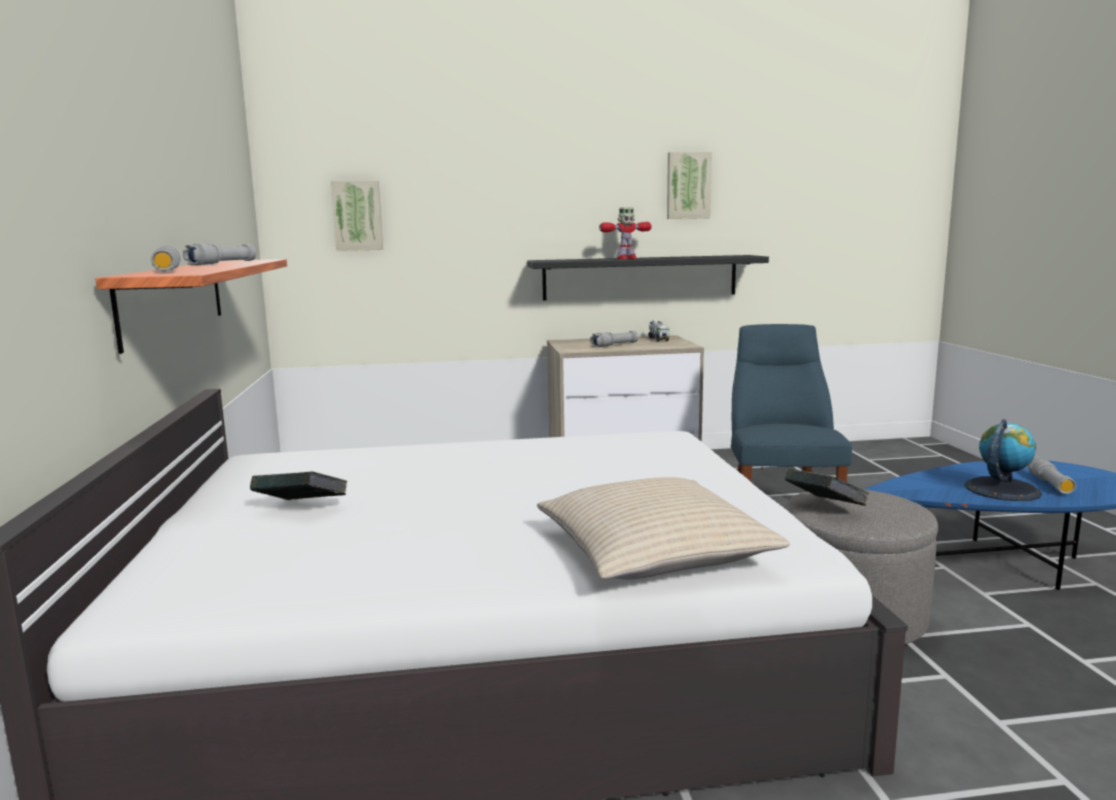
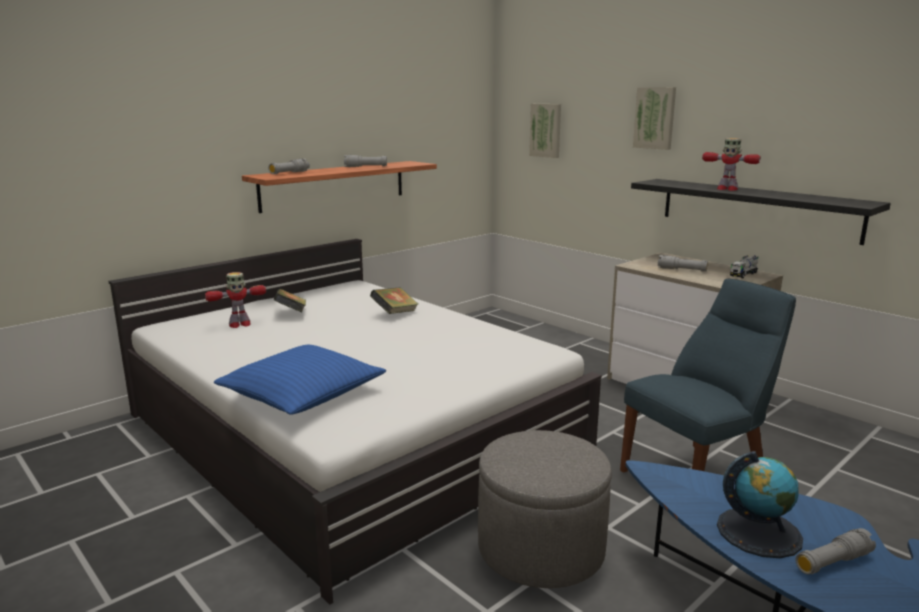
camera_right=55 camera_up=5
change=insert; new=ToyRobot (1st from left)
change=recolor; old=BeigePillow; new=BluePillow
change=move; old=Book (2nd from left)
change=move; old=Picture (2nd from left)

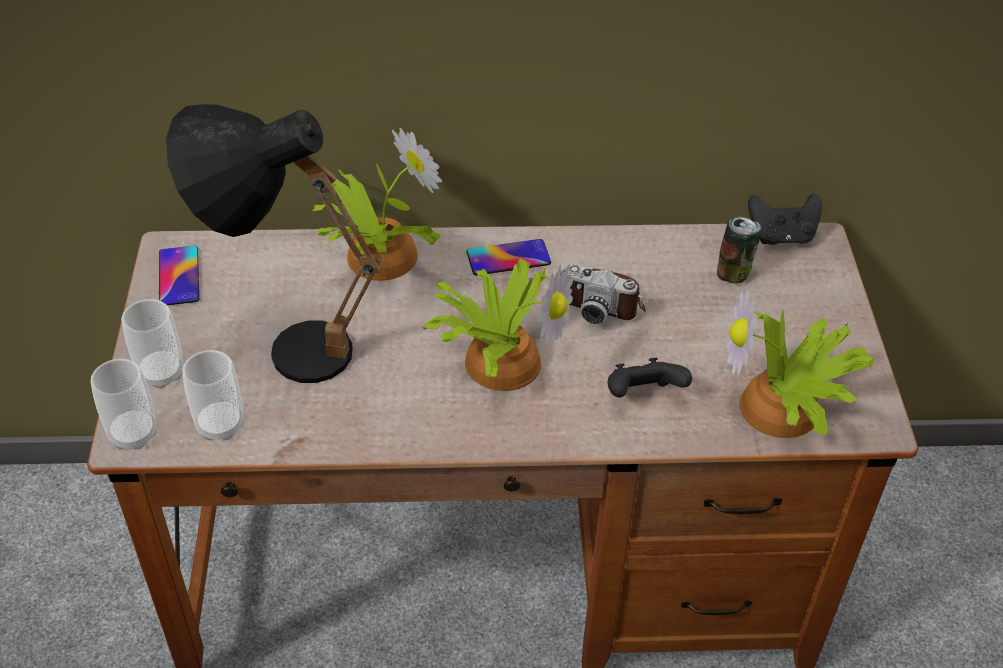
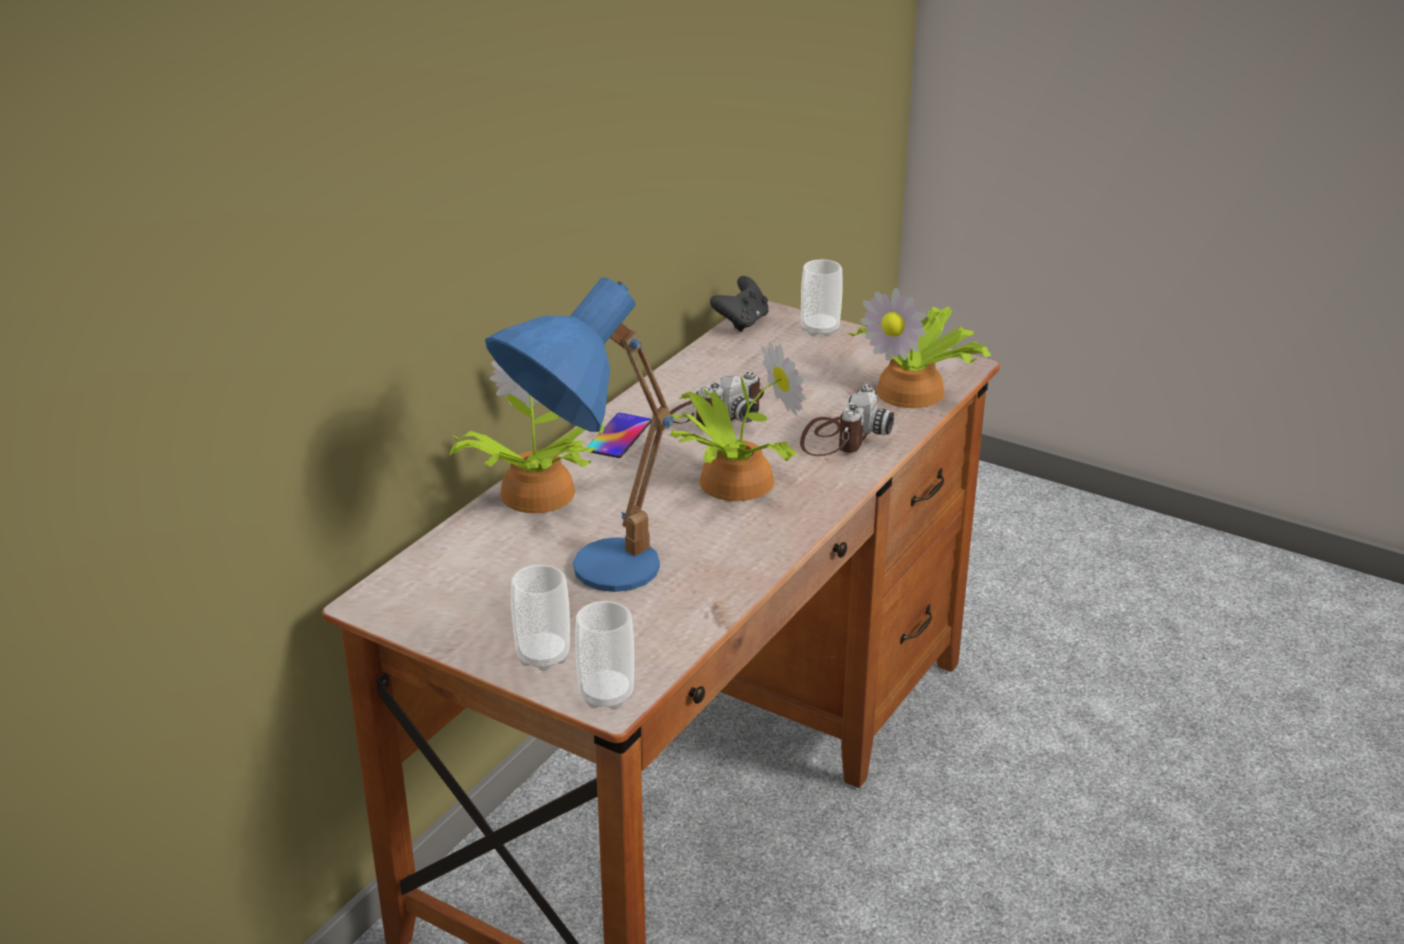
camera_right=-55 camera_up=-15
change=recolor; old=BlackTableLamp; new=BlueTableLamp
change=replace; old=BlackGameController (1st from left); new=PhotoCamera (2nd from left)
change=move; old=Cup (3rd from left)
change=delete; old=Phone (1st from left)
change=delete; old=Can

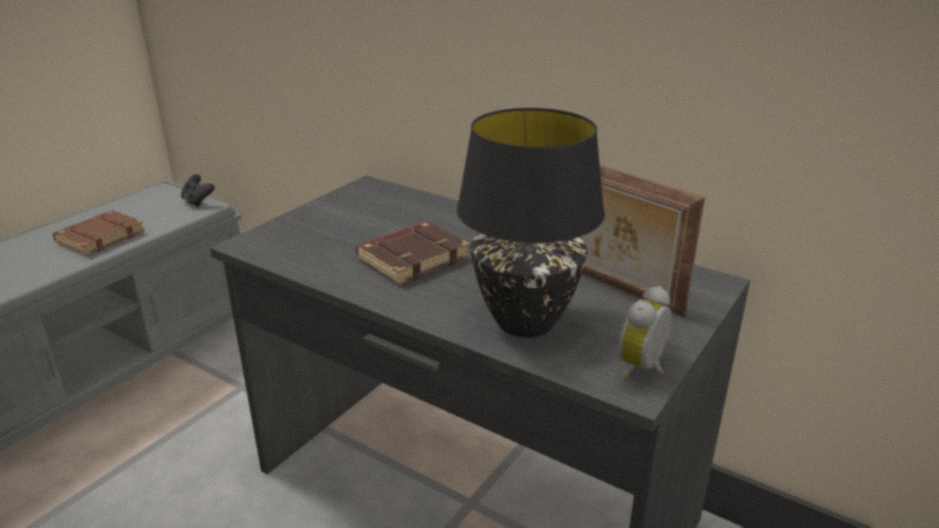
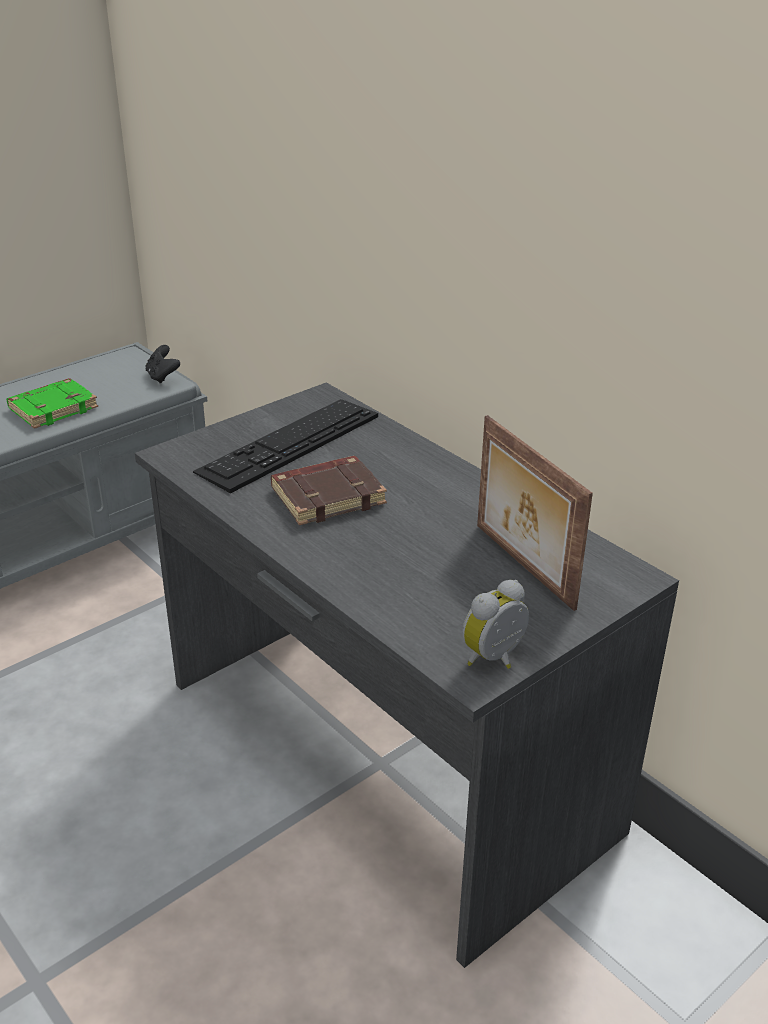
camera_right=15 camera_up=5
change=recolor; old=BrownBook (1st from left); new=GreenBook
change=insert; new=Keyboard
change=delete; old=BlackTableLamp

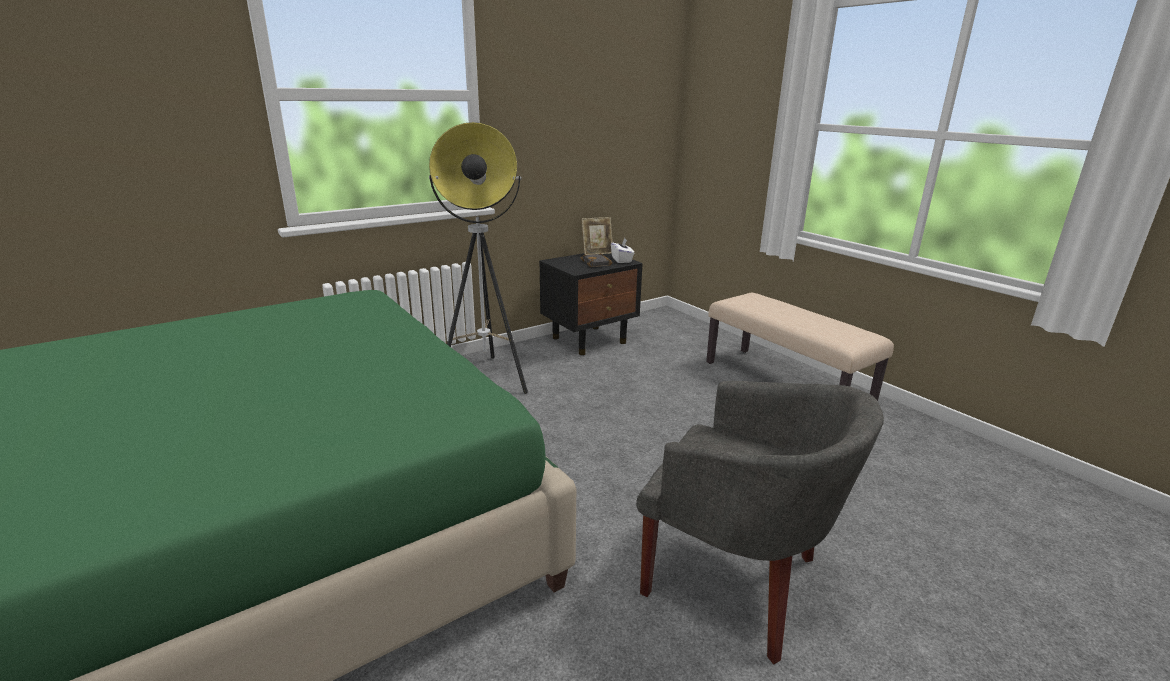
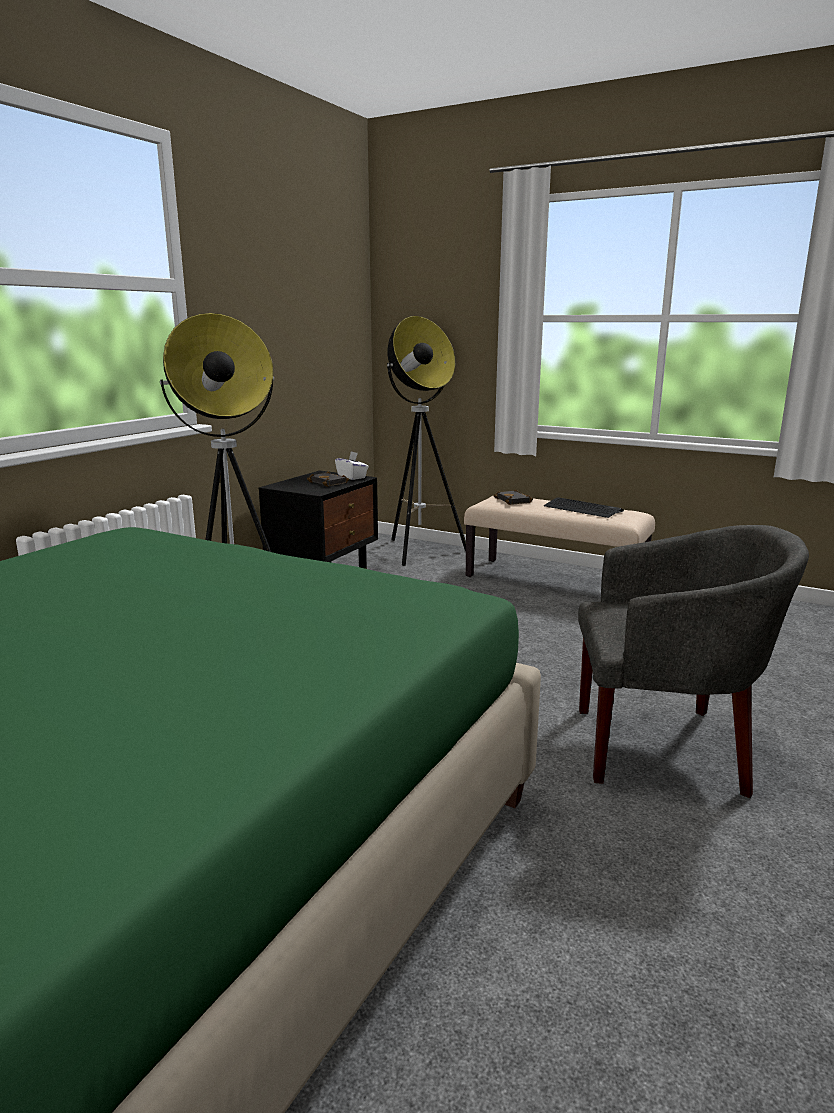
camera_right=-25 camera_up=-5
change=insert; new=FloorLamp (2nd from left)
change=insert; new=BlackBook (2nd from left)
change=insert; new=Keyboard
change=delete; old=PictureFrame

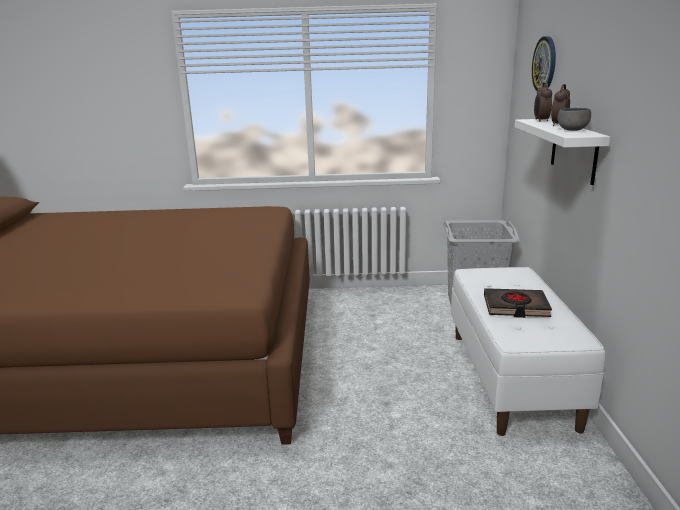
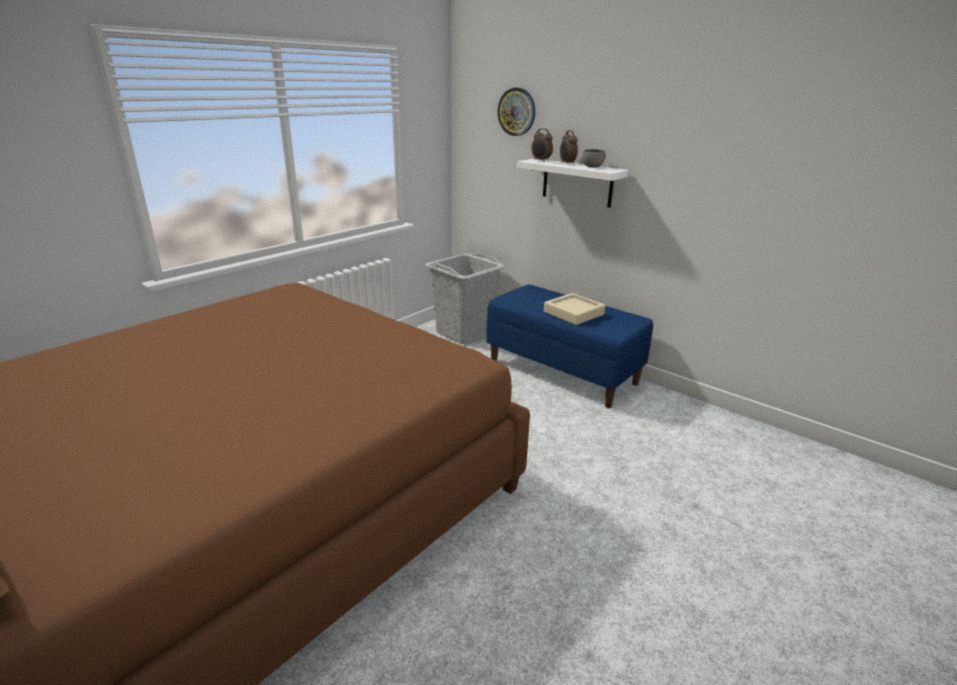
camera_right=-50 camera_up=5
change=recolor; old=WhiteBench; new=BlueBench
change=replace; old=BlackBook; new=BeigeTray

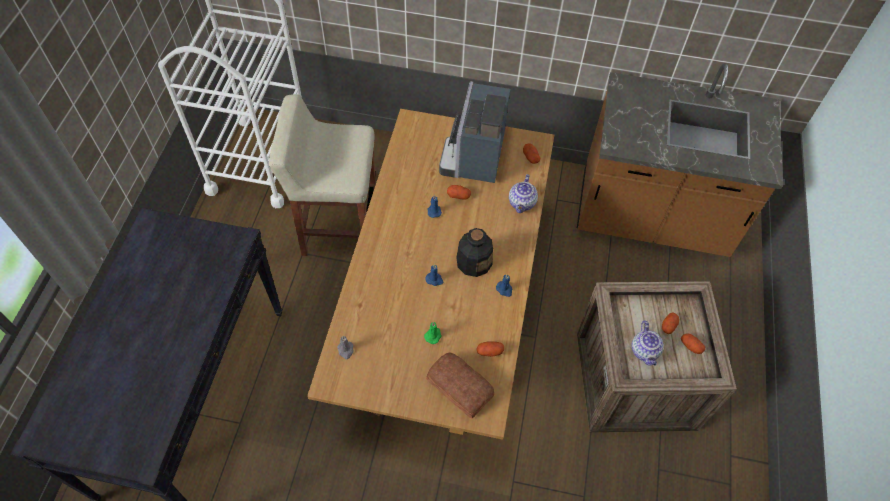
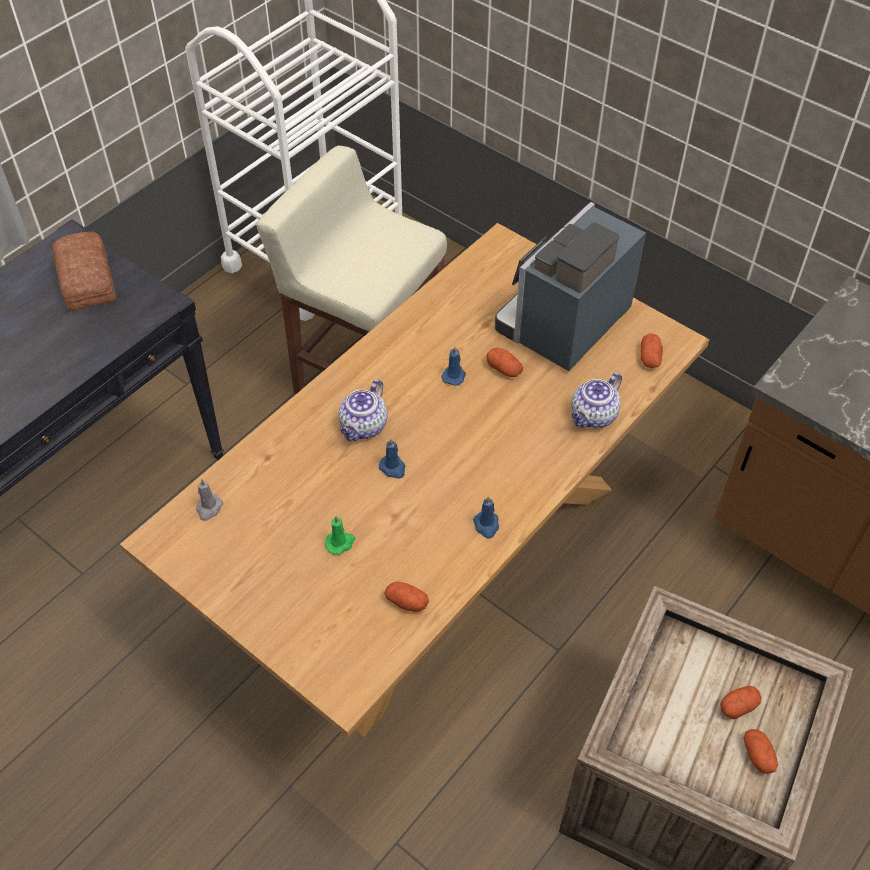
camera_right=30 camera_up=-5
change=move; old=Bread
change=move; old=Teapot (2nd from left in the first image); new=Teapot (1st from left)
change=delete; old=Bottle

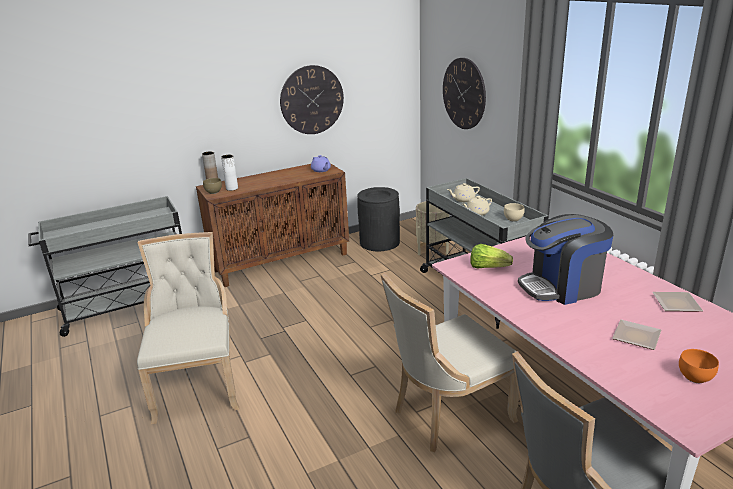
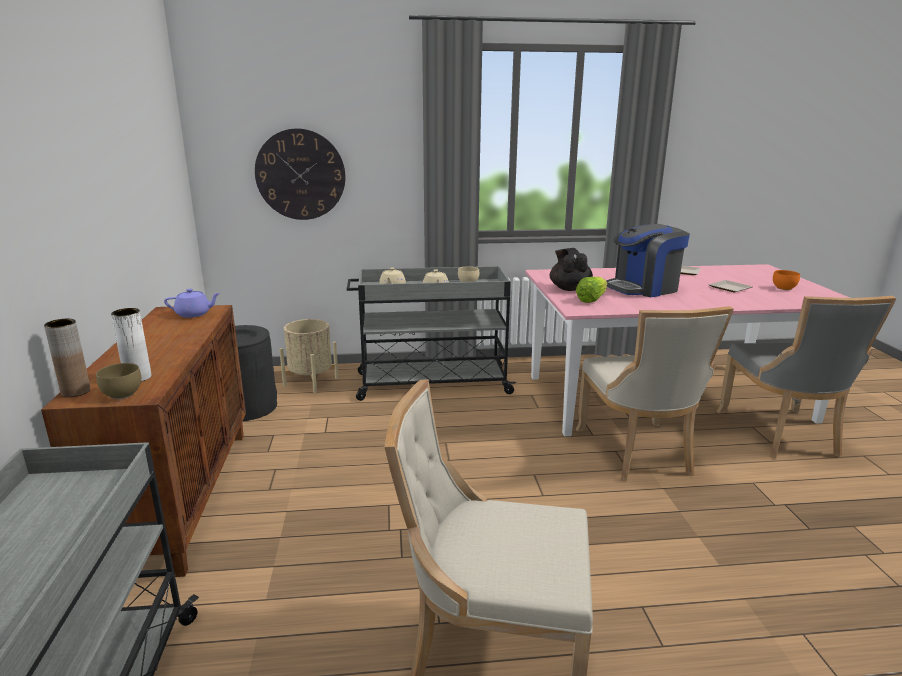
camera_right=-70 camera_up=-5
change=insert; new=BlackTeapot
change=rotate; old=CoffeeMachine; degrees=60
change=delete; old=WallClock (1st from left)

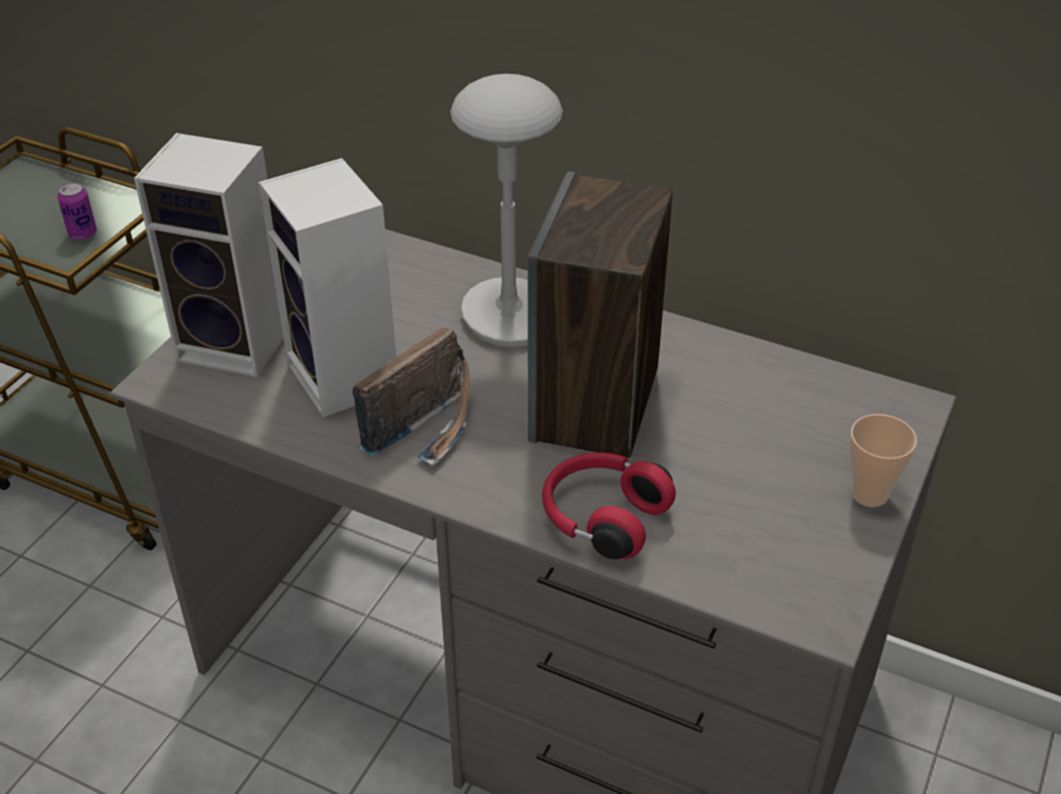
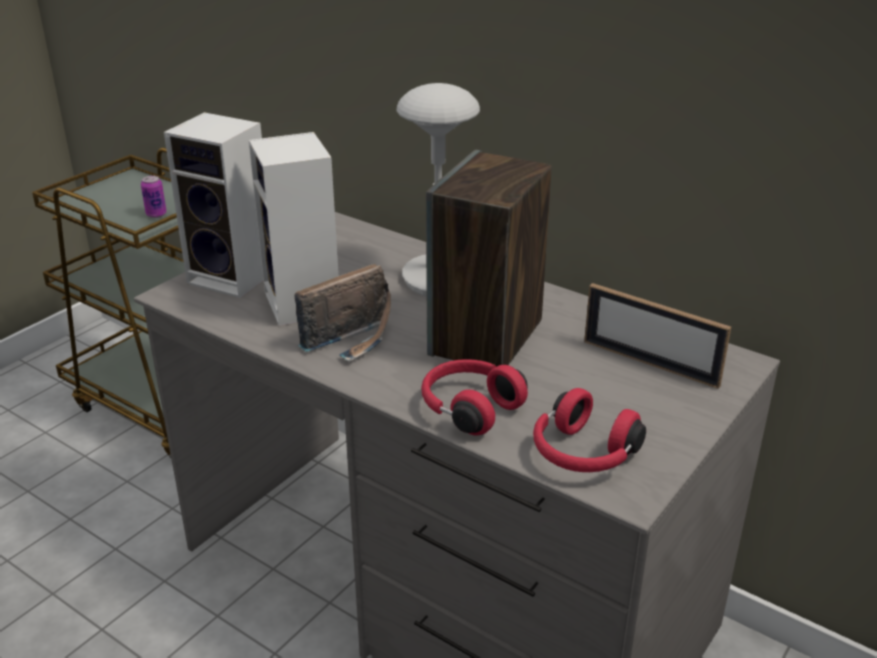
camera_right=10 camera_up=-10
change=insert; new=RedHeadphones (2nd from left)
change=insert; new=PictureFrame
change=delete; old=Cup

